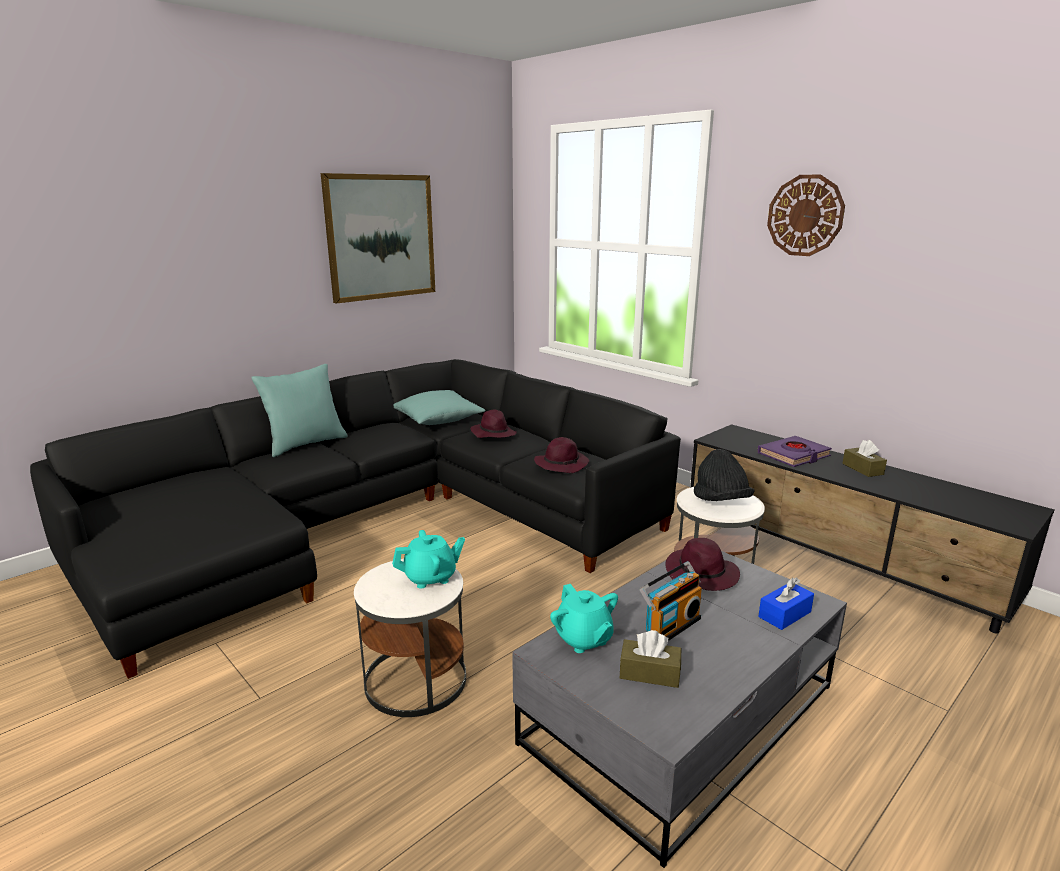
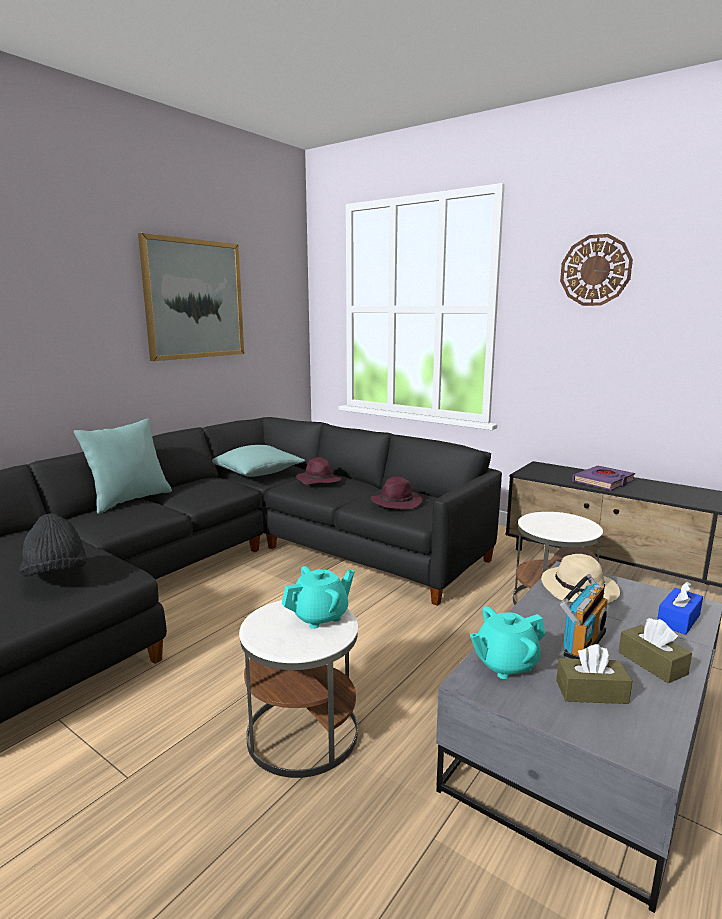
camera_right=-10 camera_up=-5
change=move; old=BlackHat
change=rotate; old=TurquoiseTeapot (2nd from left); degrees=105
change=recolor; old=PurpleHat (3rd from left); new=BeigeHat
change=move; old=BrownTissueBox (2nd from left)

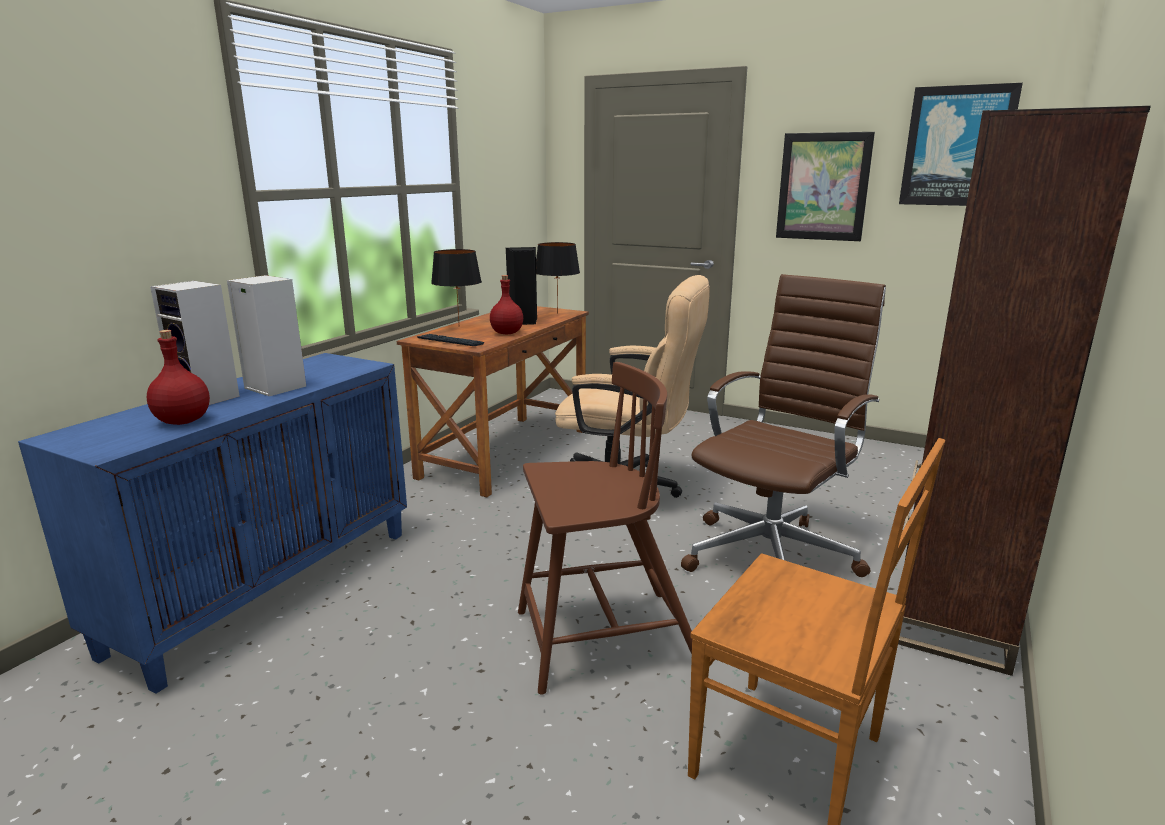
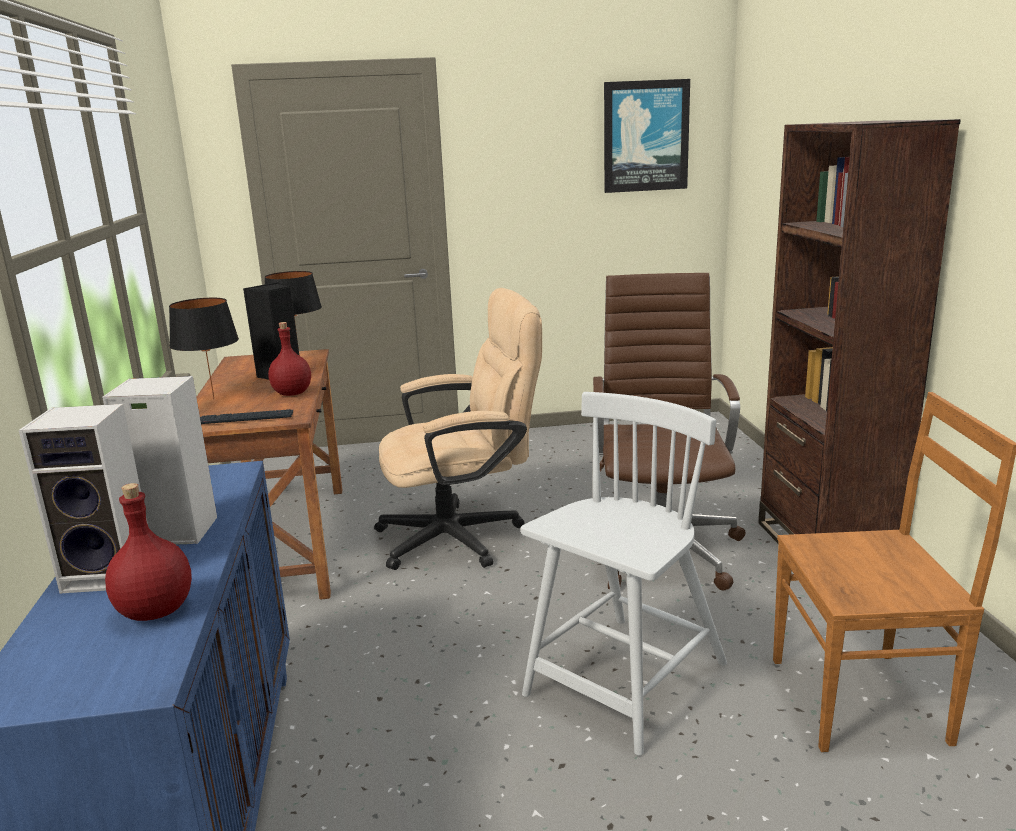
camera_right=-35 camera_up=0
change=recolor; old=BrownChair (1st from left); new=WhiteChair
change=delete; old=Picture (1st from left)

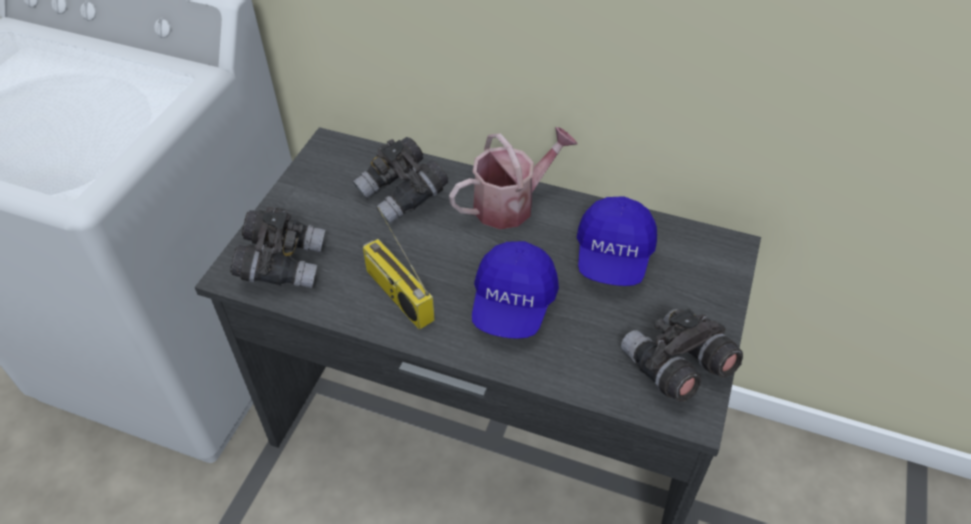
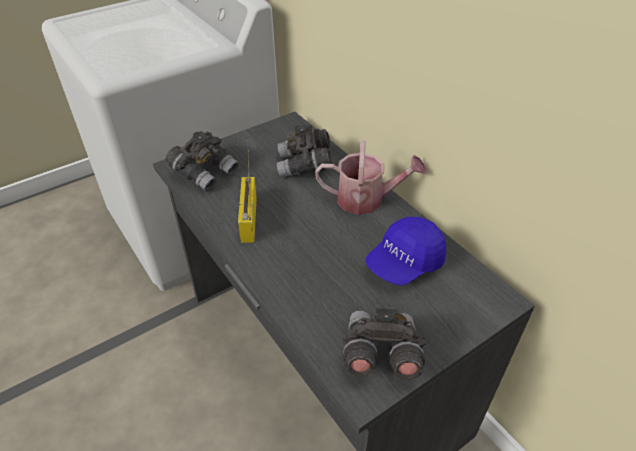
camera_right=35 camera_up=-5
change=delete; old=BlueCap (1st from left)

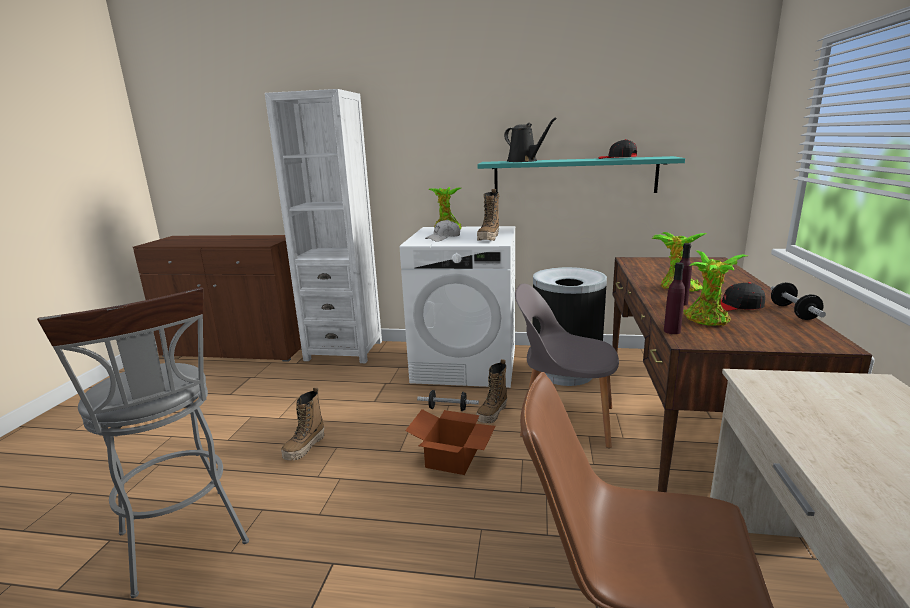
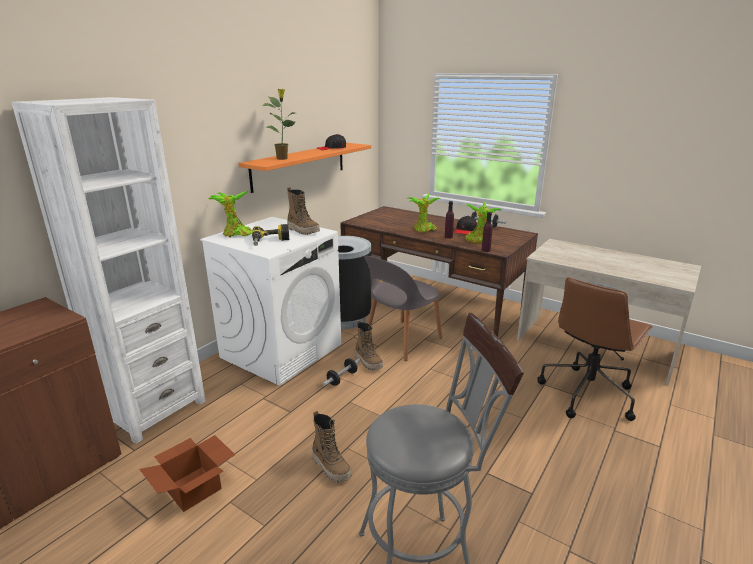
camera_right=-65 camera_up=5
change=move; old=CardboardBox
change=recolor; old=TurquoiseShelf; new=OrangeShelf
change=replace; old=WhiteCap; new=PowerDrill
change=replace; old=BlackWateringCan; new=PottedPlant (2nd from left)

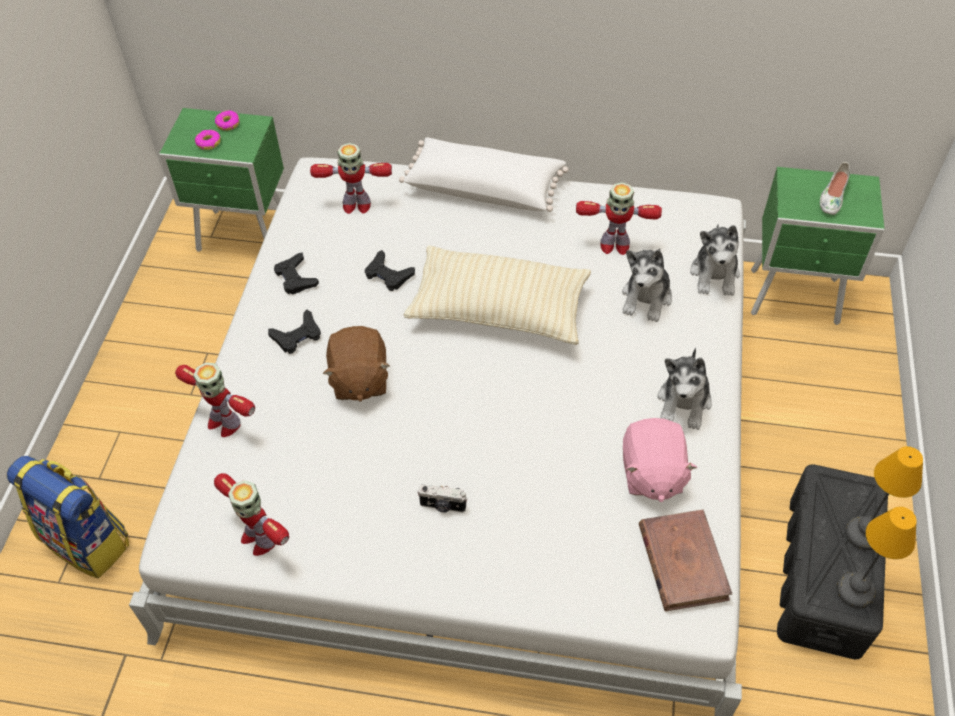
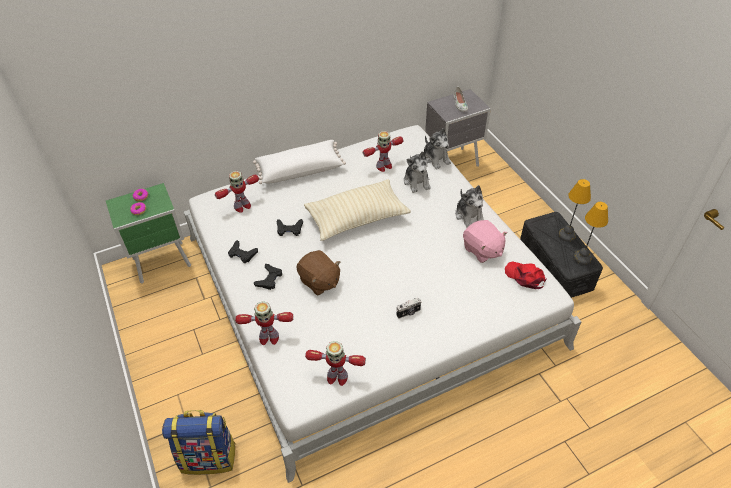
camera_right=-35 camera_up=-5
change=recolor; old=GreenNightstand (2nd from left); new=GreyNightstand
change=replace; old=BrownBook; new=RedCap

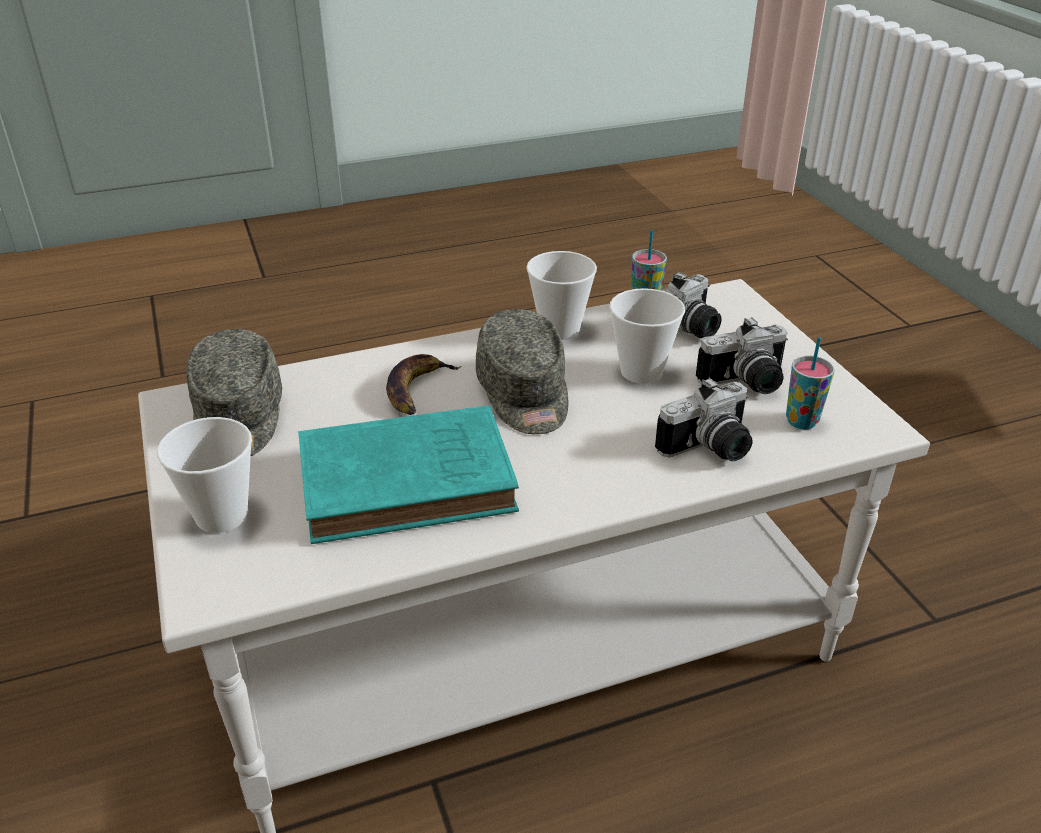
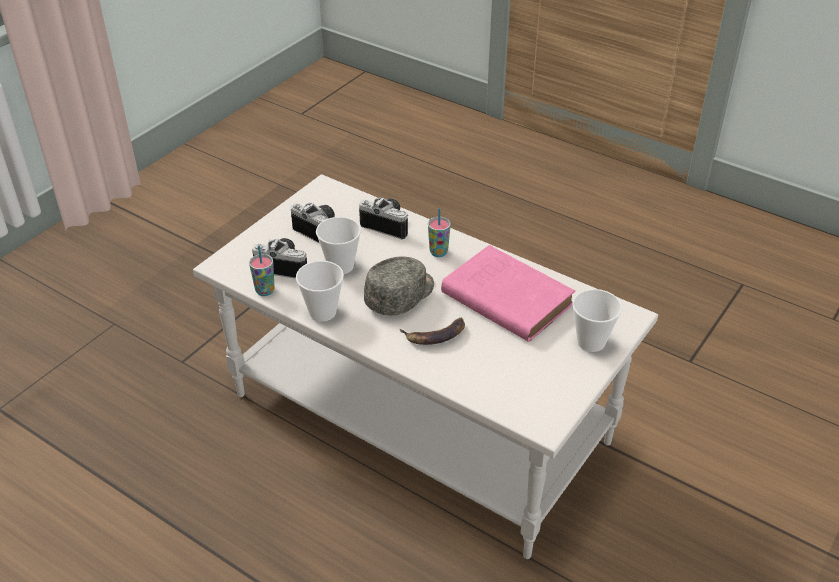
camera_right=-125 camera_up=5
change=move; old=Cup (5th from left in the first image); new=Cup (4th from left)
change=recolor; old=TurquoiseBook; new=PinkBook
change=delete; old=GreyCap (1st from left)

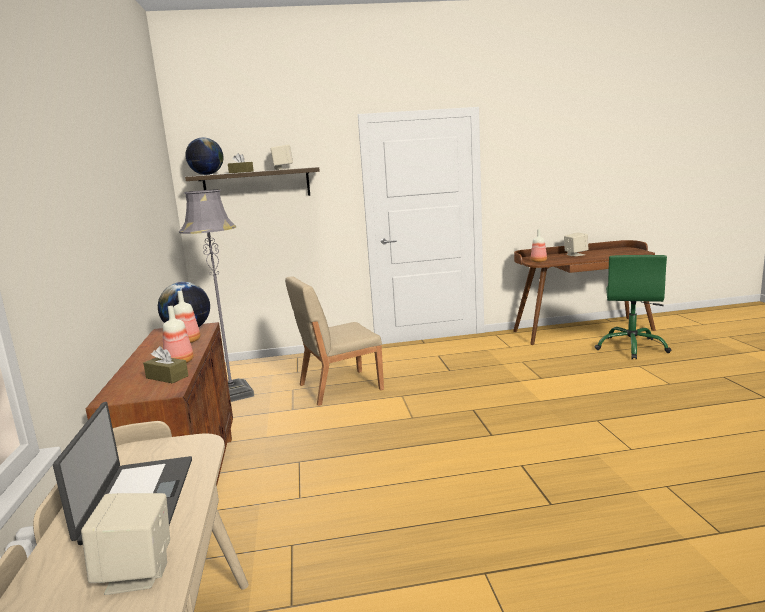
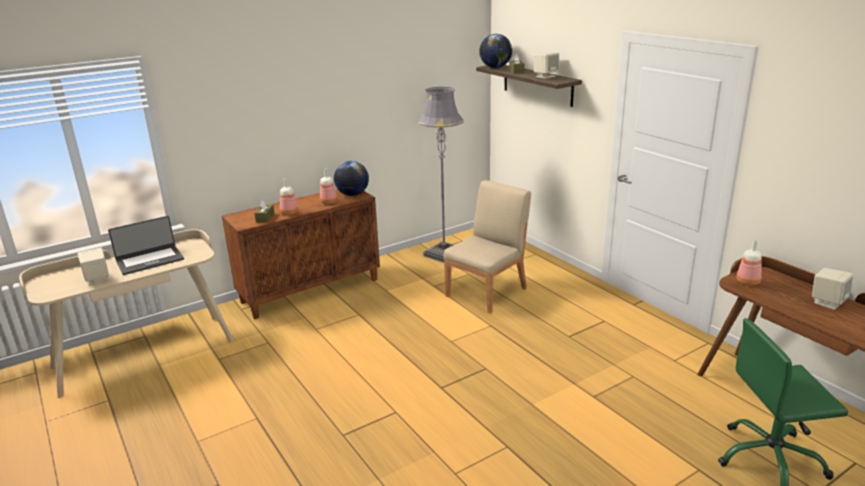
camera_right=65 camera_up=10
change=rotate; old=BeigeChair; degrees=90

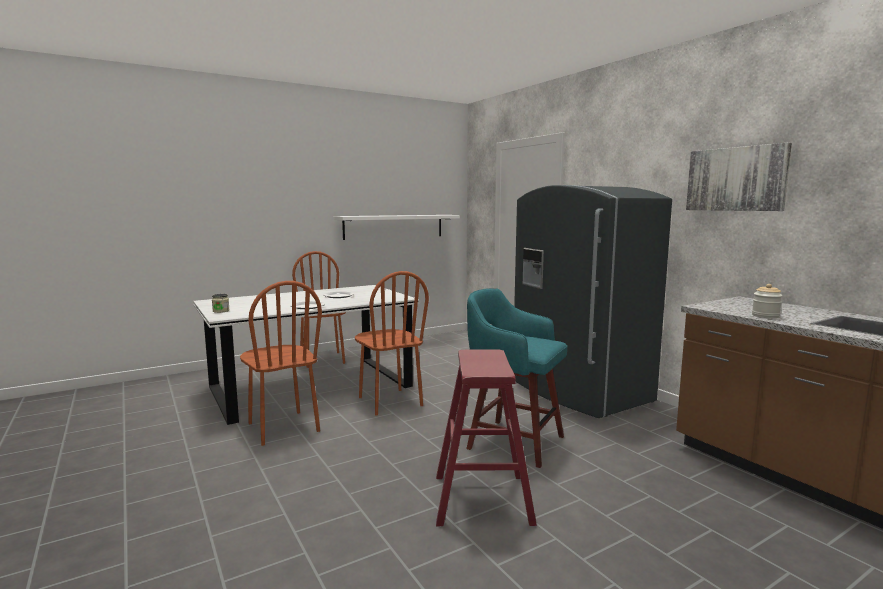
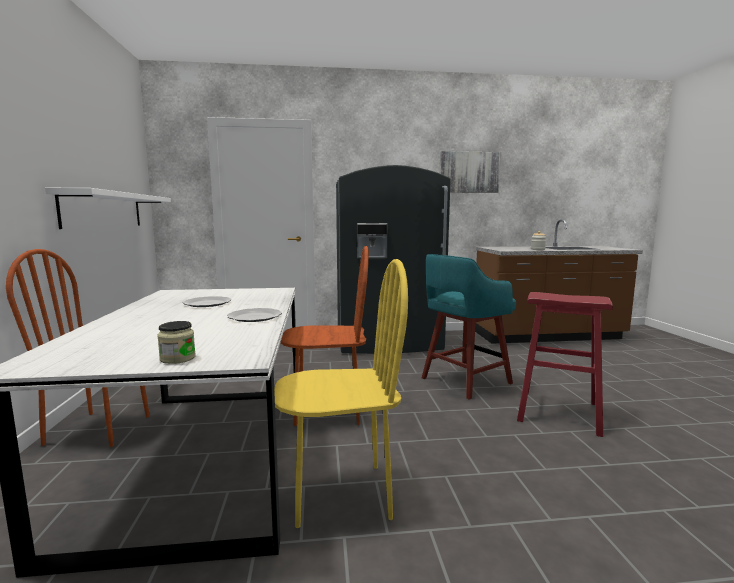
camera_right=-65 camera_up=0
change=recolor; old=BrownChair (1st from left); new=YellowChair

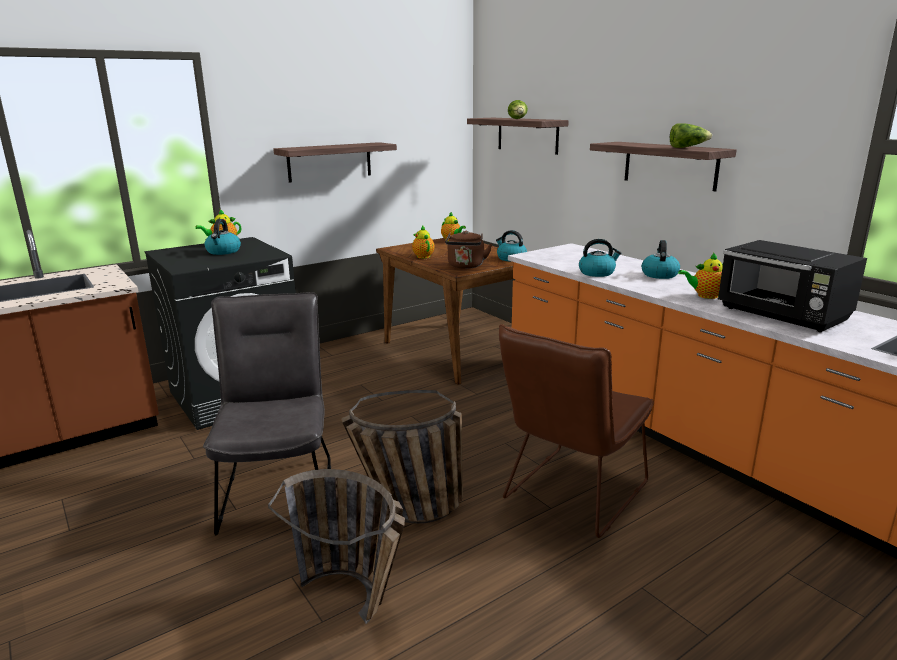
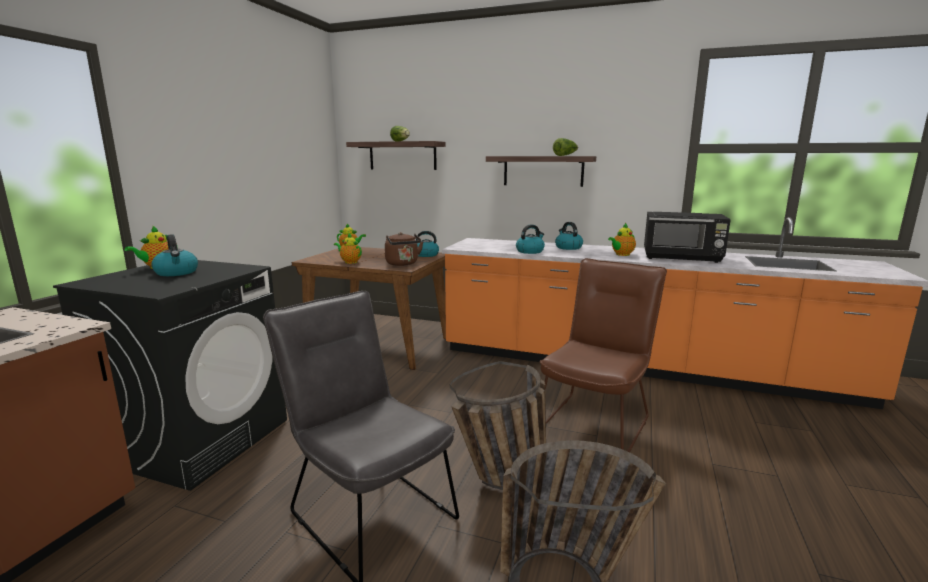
camera_right=-35 camera_up=-5
change=rotate; old=BrownChair; degrees=-150
change=delete; old=Shelf (1st from left)

